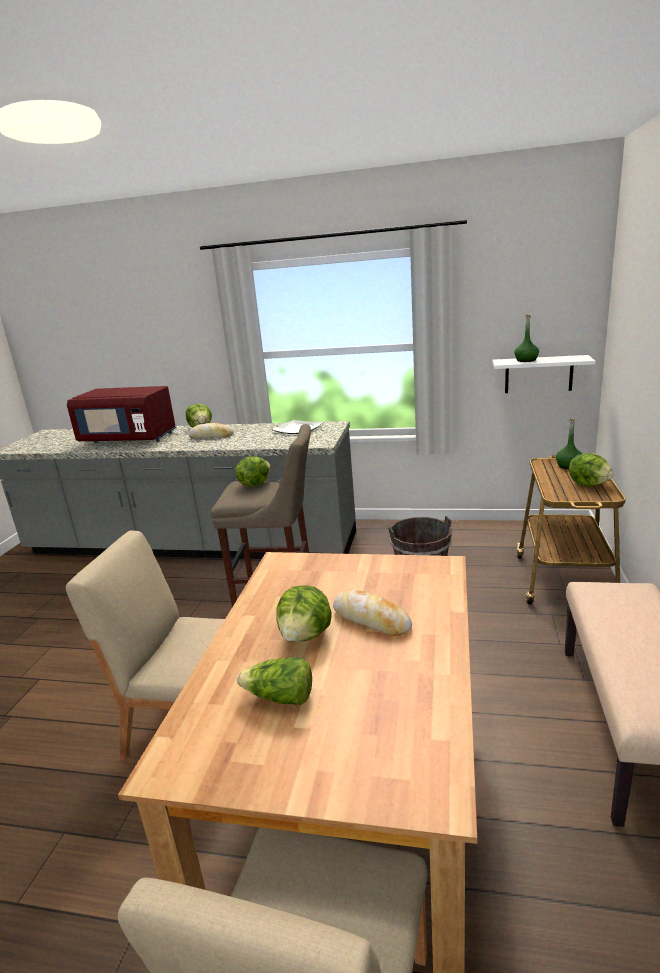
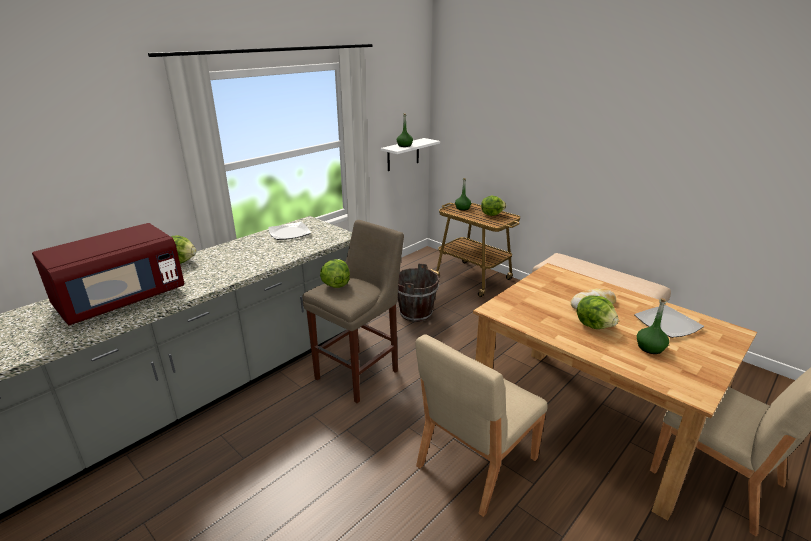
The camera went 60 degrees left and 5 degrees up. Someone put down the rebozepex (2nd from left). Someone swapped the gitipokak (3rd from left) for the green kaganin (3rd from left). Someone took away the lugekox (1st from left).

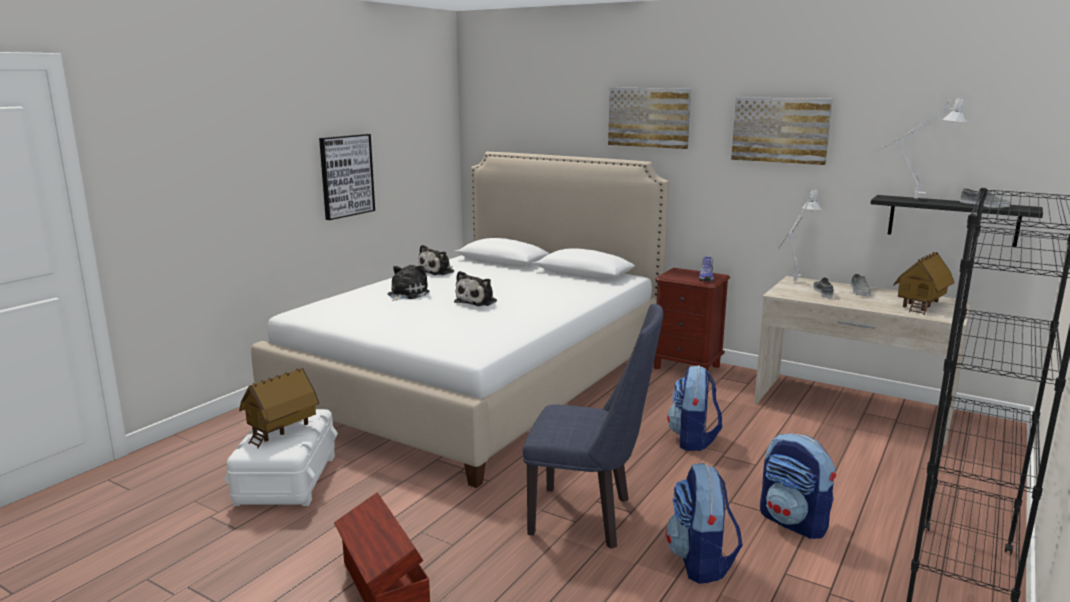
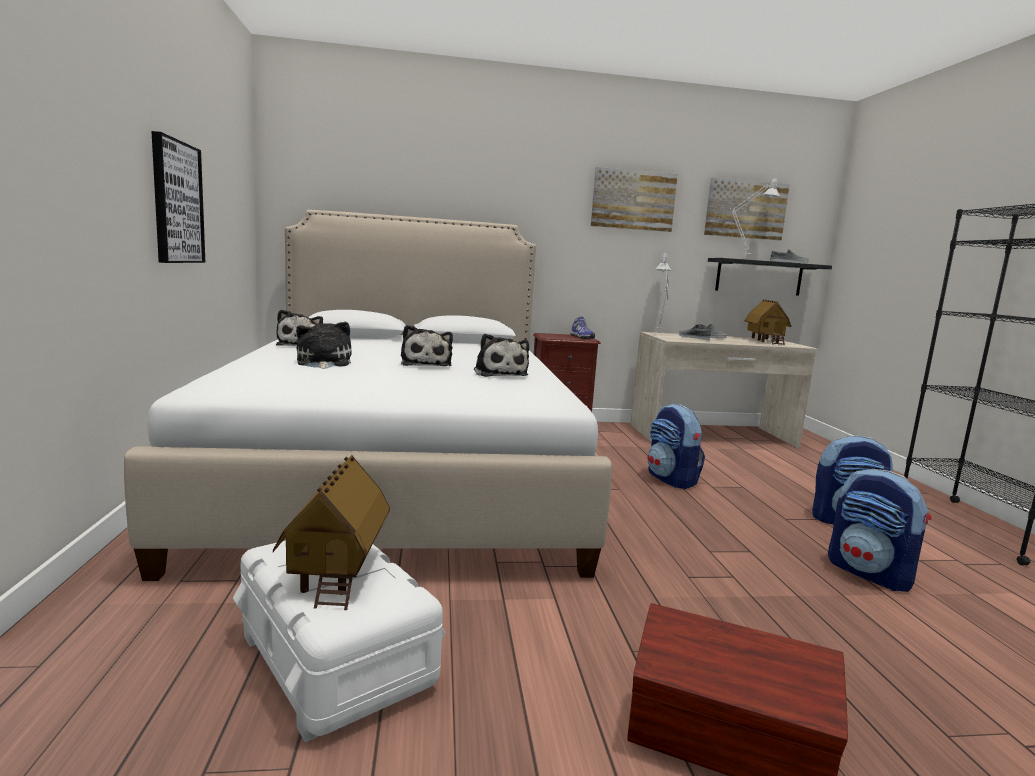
The camera went 40 degrees left and 5 degrees down. Someone put down the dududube (4th from left). Someone carried the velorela (2nd from left in the first image). Someone took away the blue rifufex.

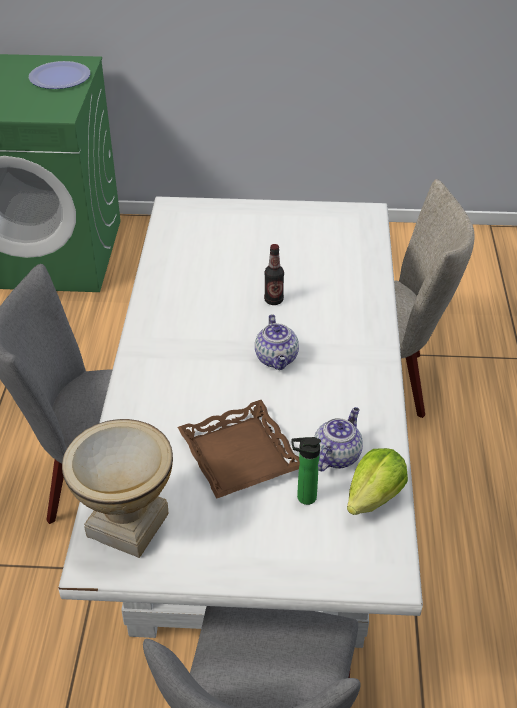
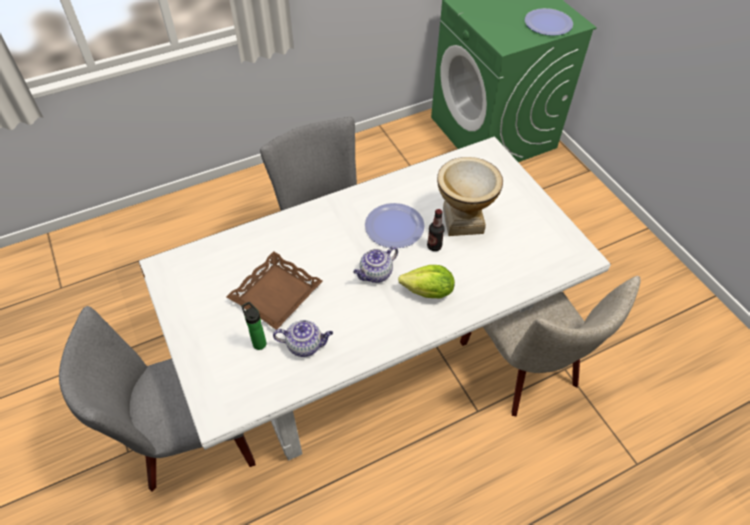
The camera went 60 degrees right and 10 degrees up. Someone put down the rebozepex (1st from left). Someone carried the gitipokak. Someone carried the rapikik.

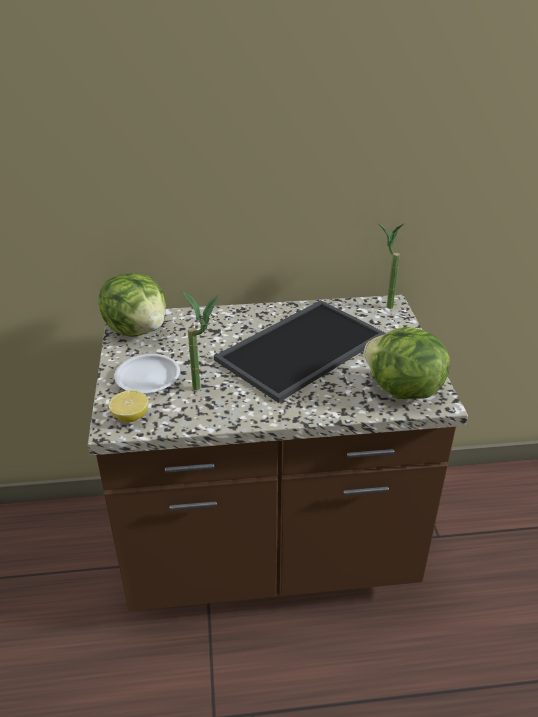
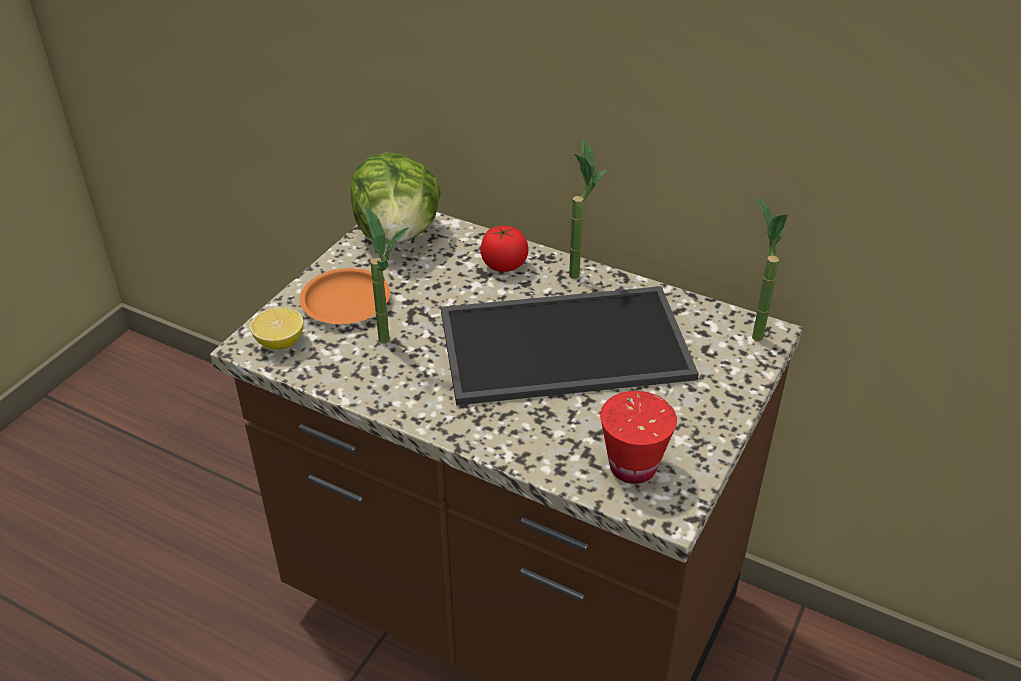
The camera went 35 degrees right and 5 degrees up. Someone repainted the white rebozepex, which became the orange rebozepex. Someone put down the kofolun. Someone put down the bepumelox (2nd from left). Someone swapped the gitipokak (2nd from left) for the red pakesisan.

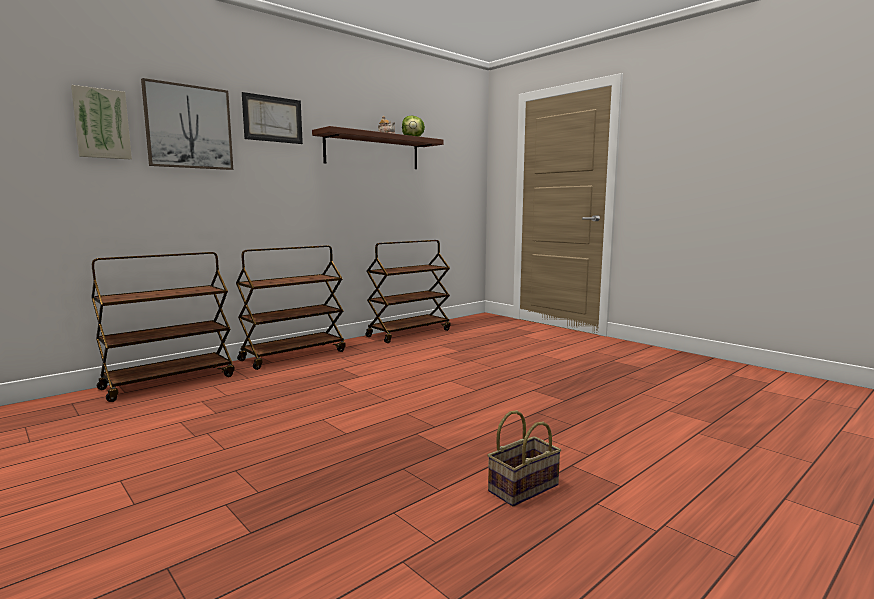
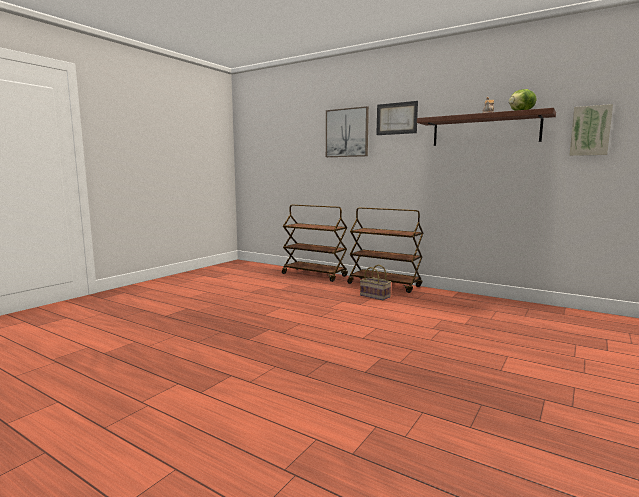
The camera went 75 degrees right and 0 degrees up. Someone carried the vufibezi. Someone carried the velorela (1st from left in the first image). Someone took away the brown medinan (3rd from left).

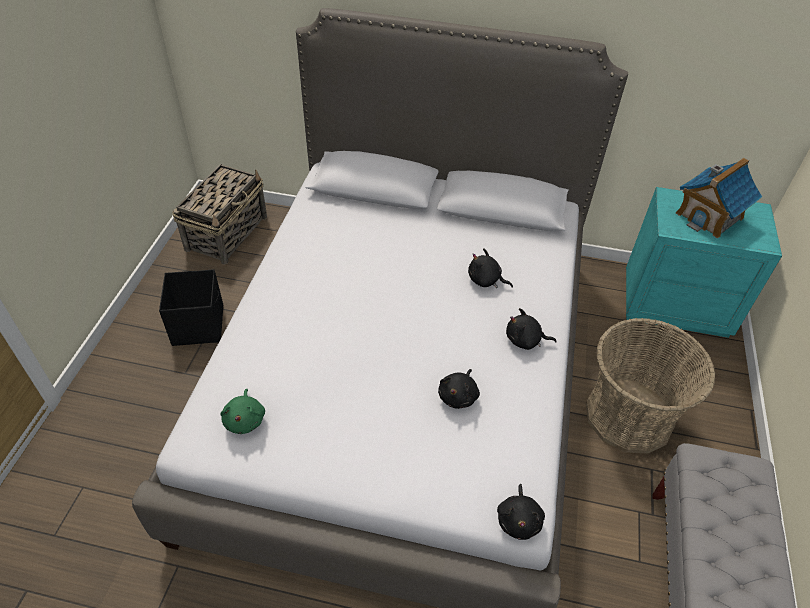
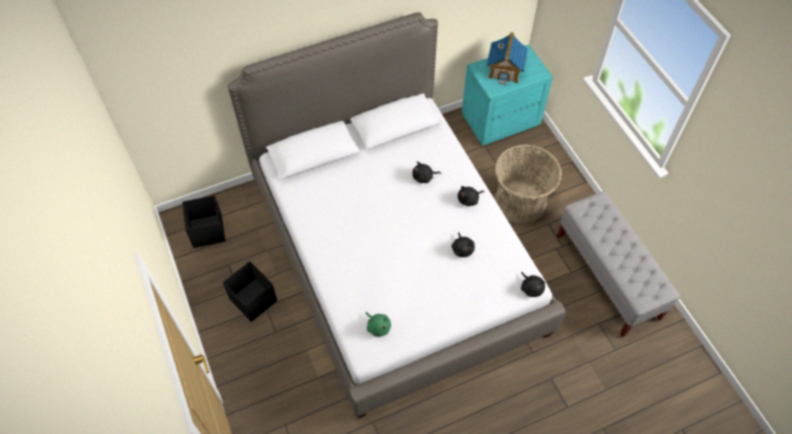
The camera went 35 degrees left and 10 degrees up. Someone swapped the vufibezi (1st from left) for the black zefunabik (1st from left).

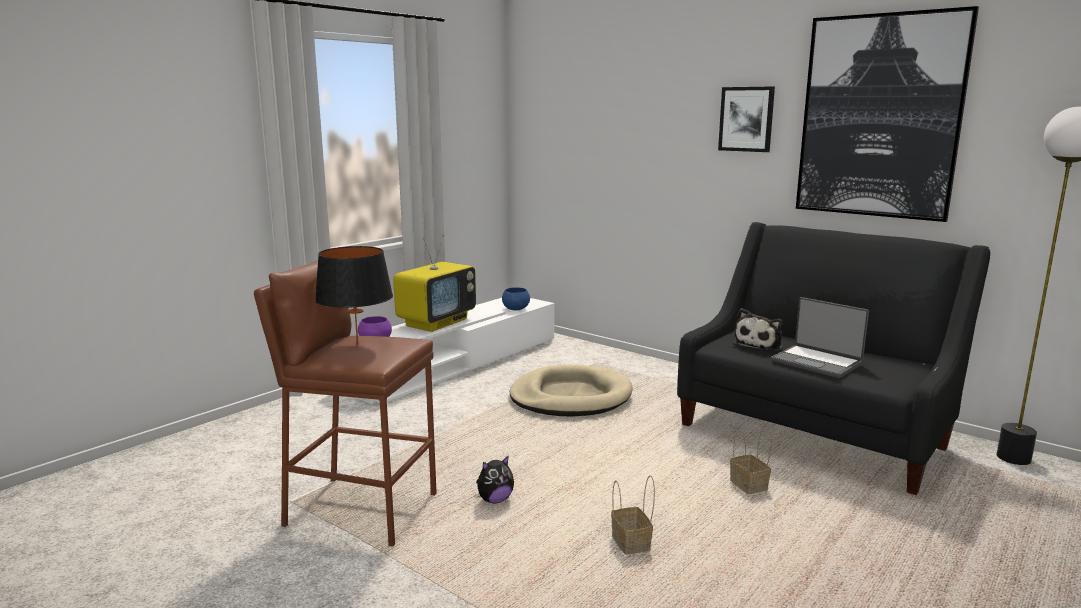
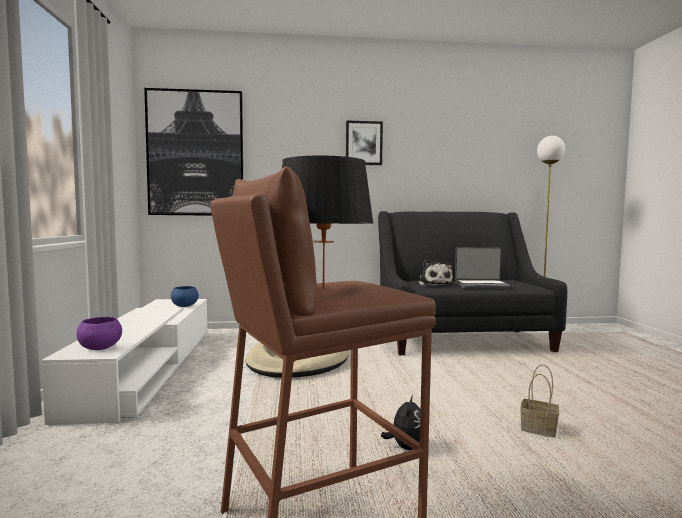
The camera went 45 degrees left and 10 degrees down. Someone carried the velorela (2nd from left in the first image). Someone took away the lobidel. Someone took away the vufibezi (2nd from left).

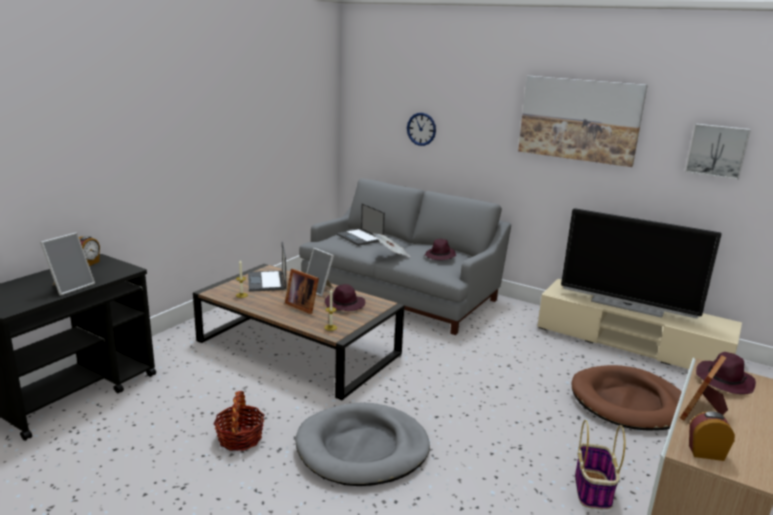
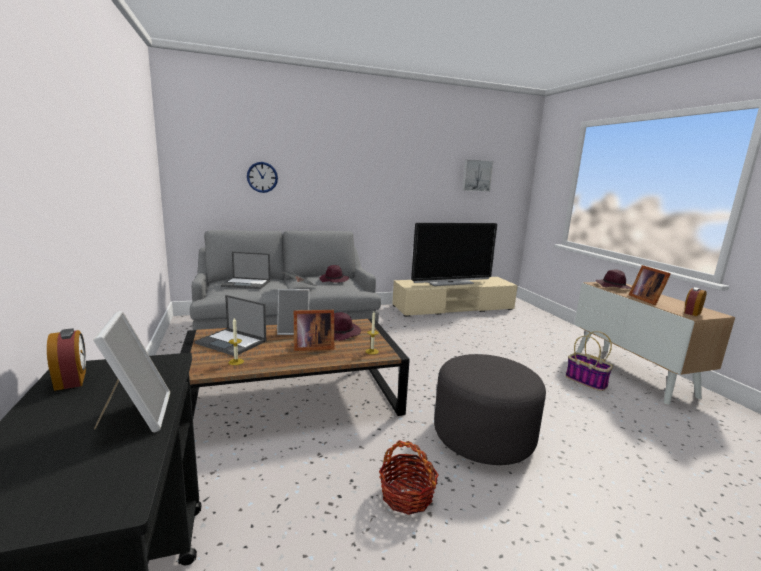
The camera went 50 degrees left and 5 degrees down. Someone swapped the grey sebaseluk for the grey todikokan. Someone took away the velorela (1st from left). Someone took away the brown sebaseluk.

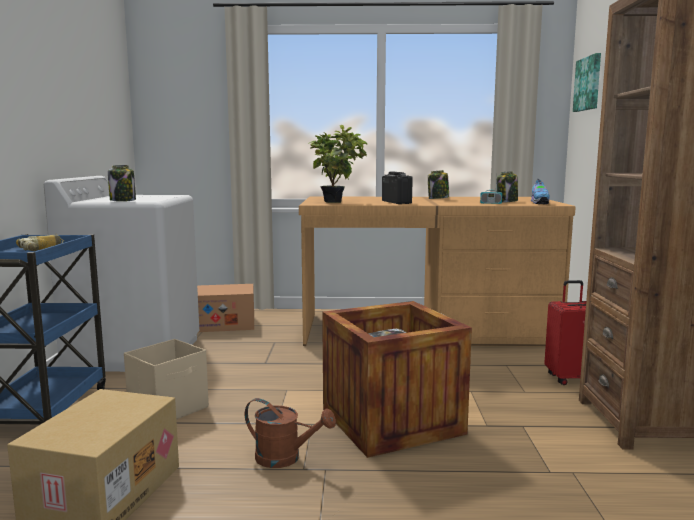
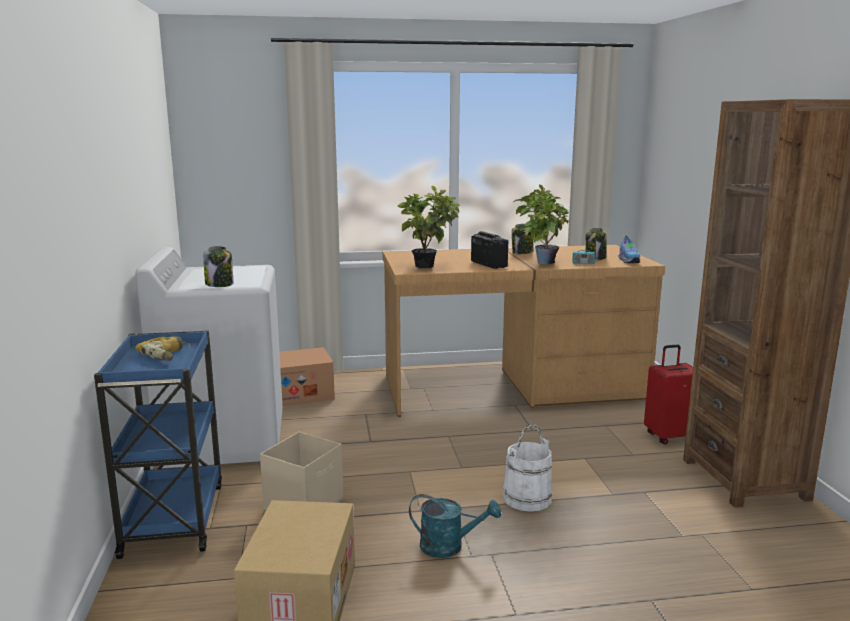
The camera went 10 degrees left and 5 degrees up. Someone repainted the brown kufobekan, which became the turquoise kufobekan. Someone swapped the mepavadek for the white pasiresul. Someone put down the bepumelox (2nd from left). Someone took away the velorela.

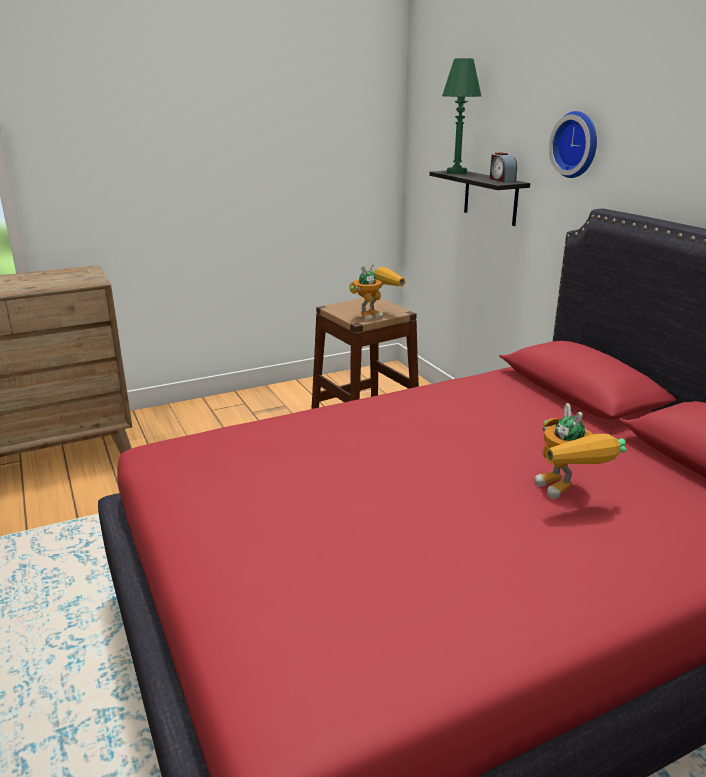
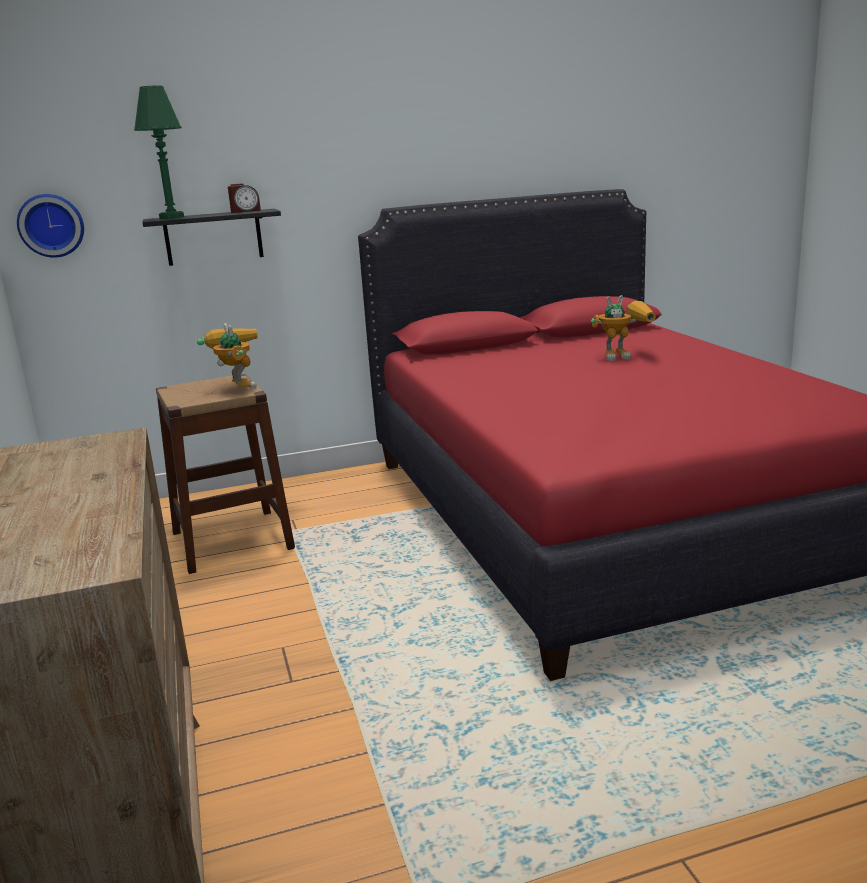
The camera went 80 degrees left and 5 degrees down. Someone carried the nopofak.

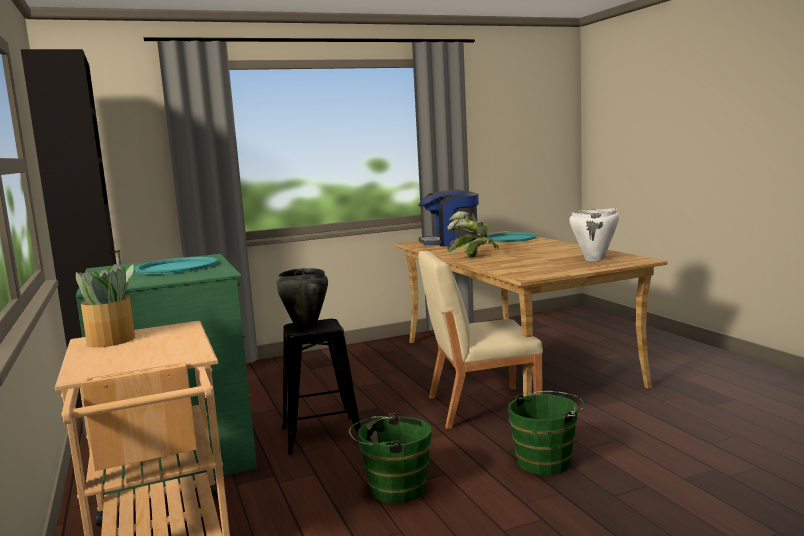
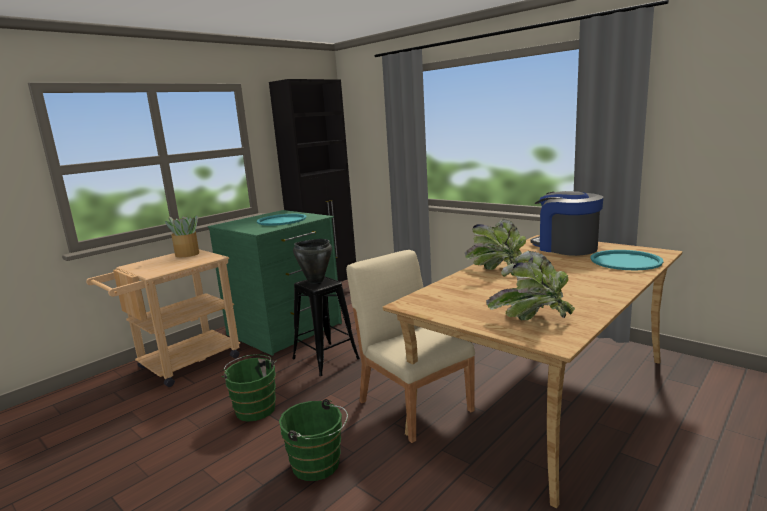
The camera went 65 degrees right and 5 degrees up. Someone swapped the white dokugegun for the bepumelox (3rd from left).

